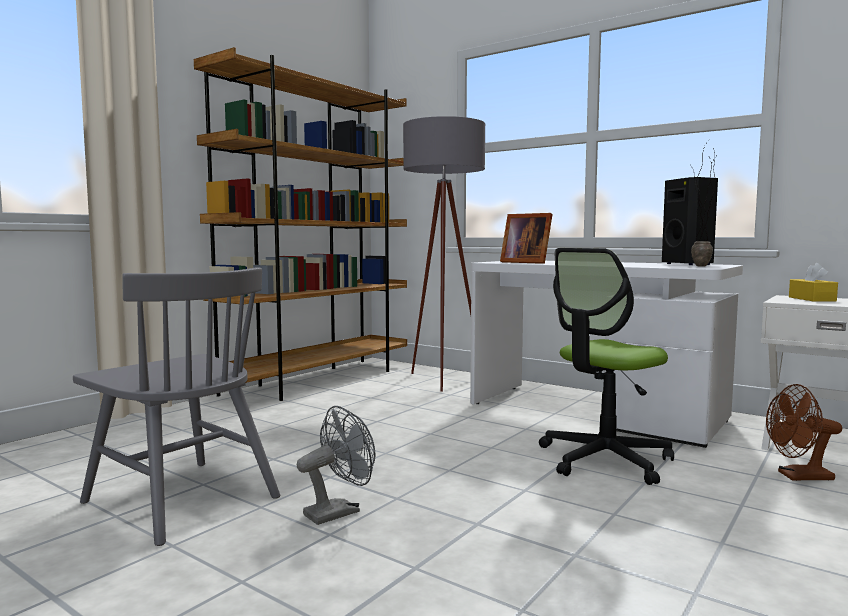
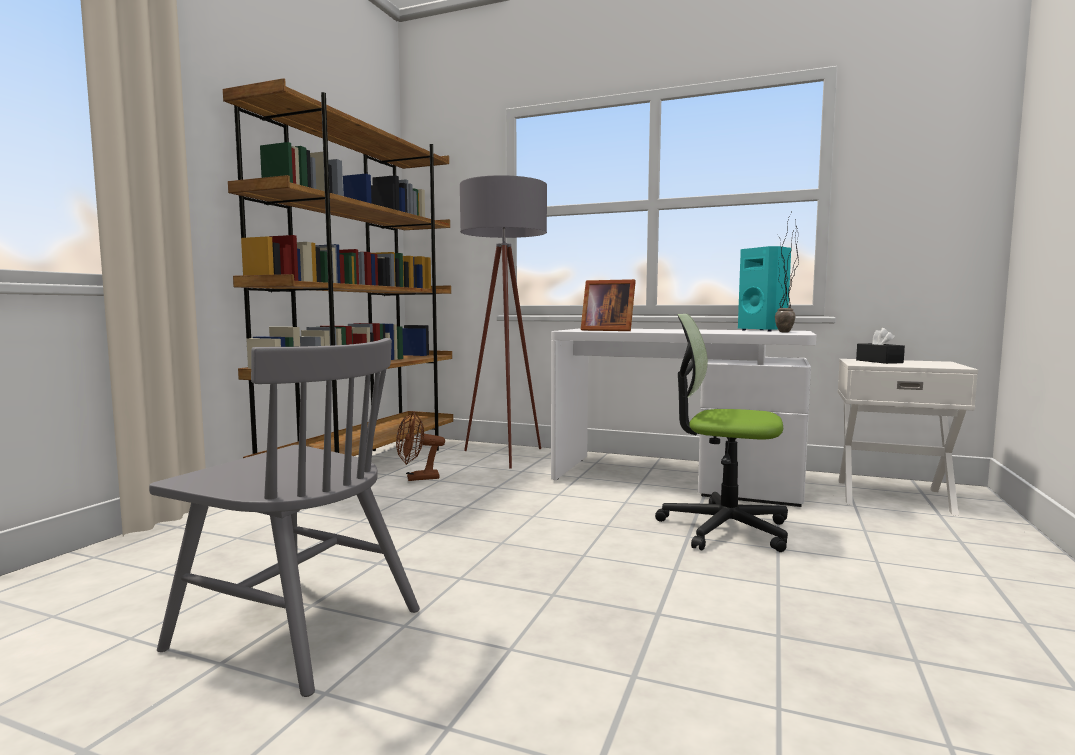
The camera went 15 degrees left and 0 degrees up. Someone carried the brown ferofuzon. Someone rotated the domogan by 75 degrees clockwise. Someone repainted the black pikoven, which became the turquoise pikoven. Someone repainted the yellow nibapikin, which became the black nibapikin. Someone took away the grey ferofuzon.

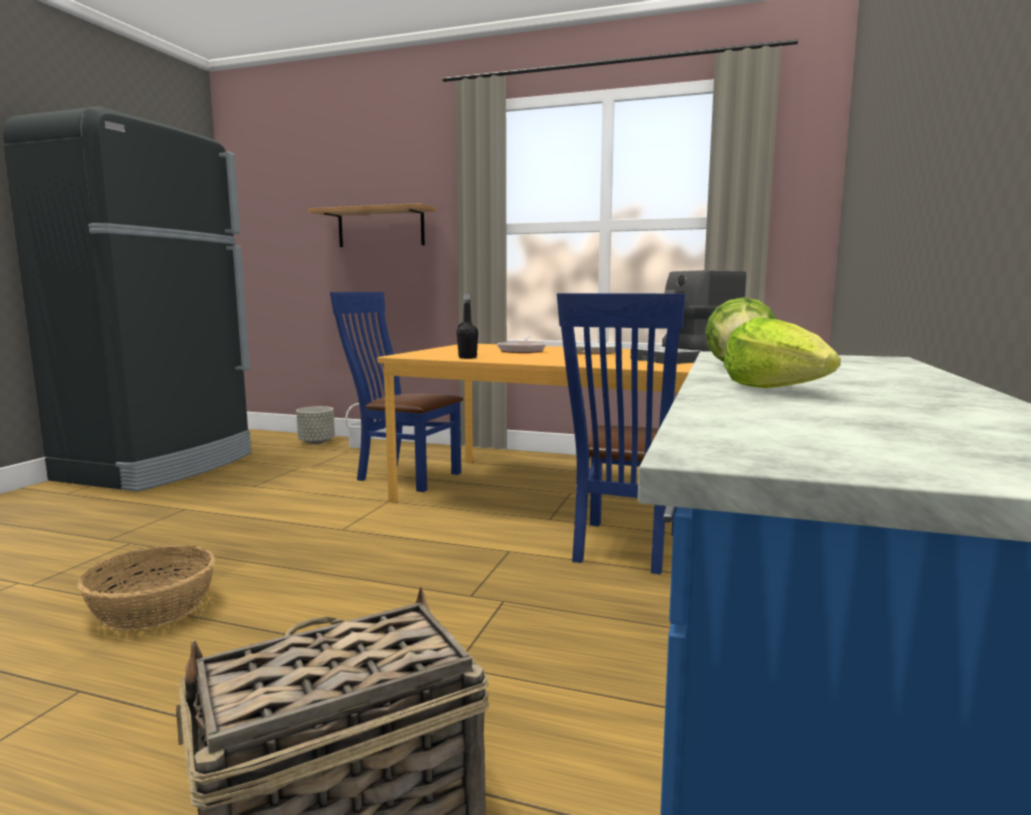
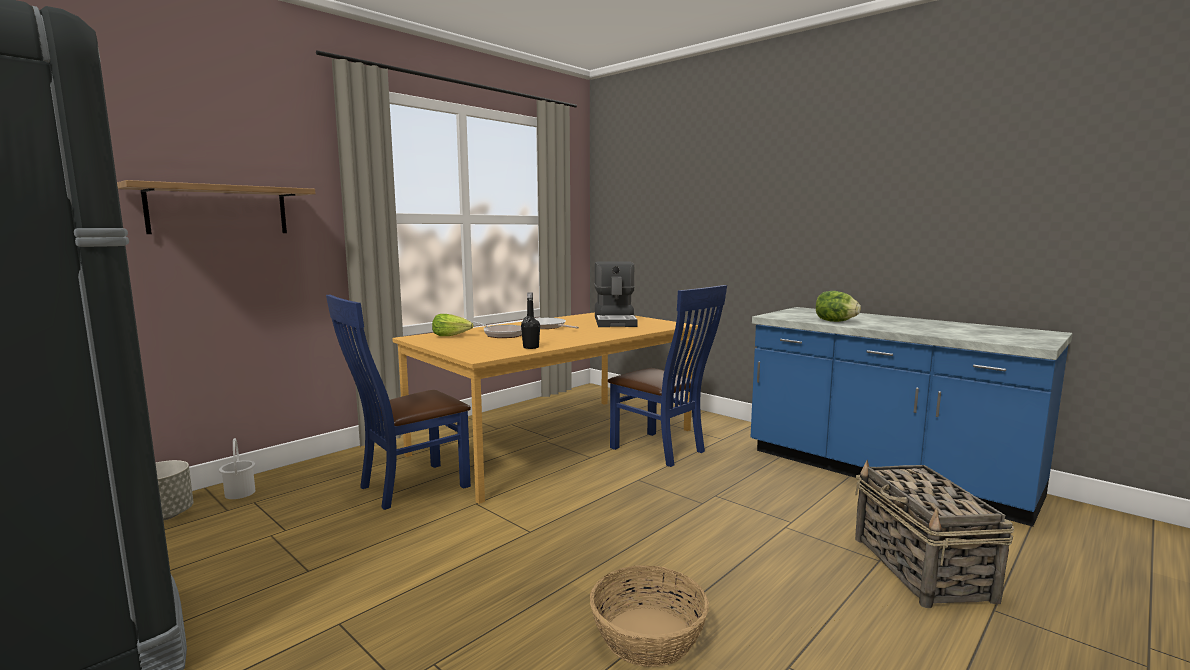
The camera went 65 degrees left and 0 degrees up. Someone carried the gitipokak (2nd from left in the first image).

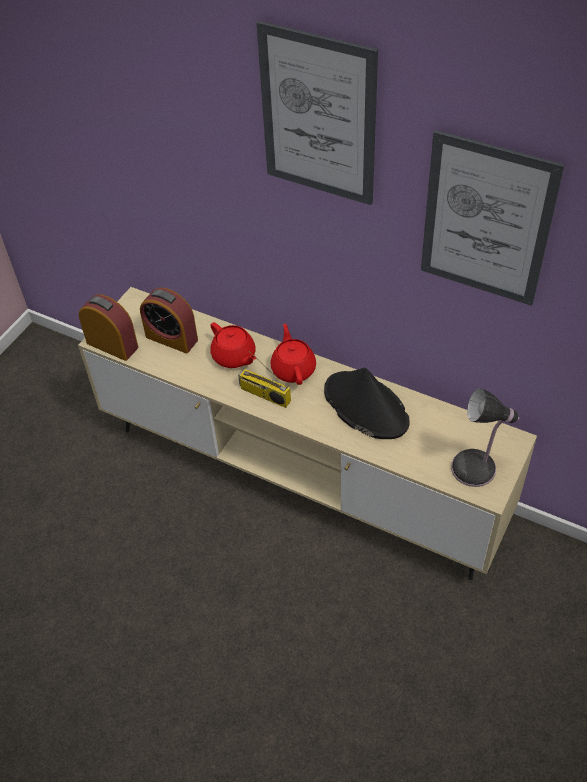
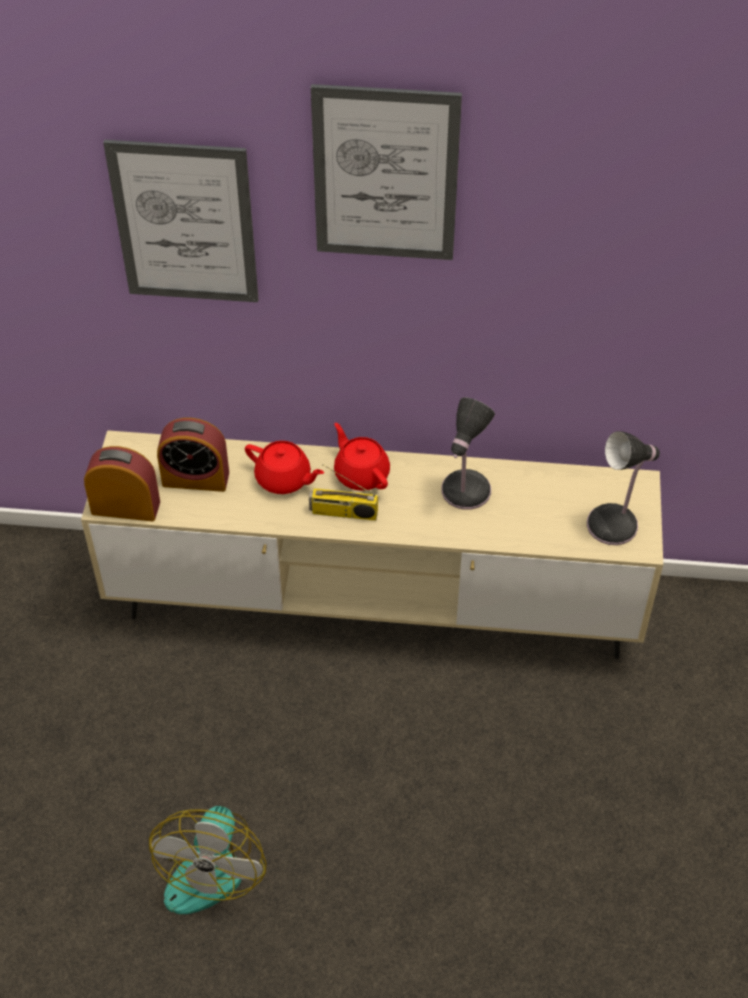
The camera went 25 degrees left and 0 degrees up. Someone carried the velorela (2nd from left in the first image). Someone put down the ferofuzon. Someone swapped the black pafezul for the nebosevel (1st from left).

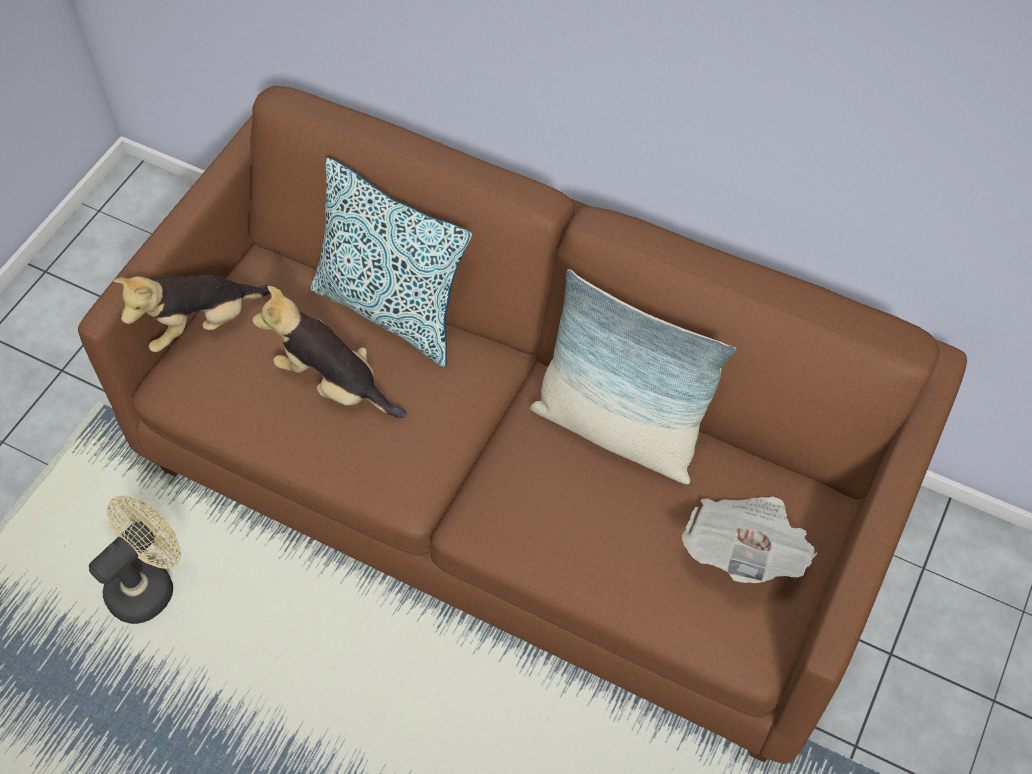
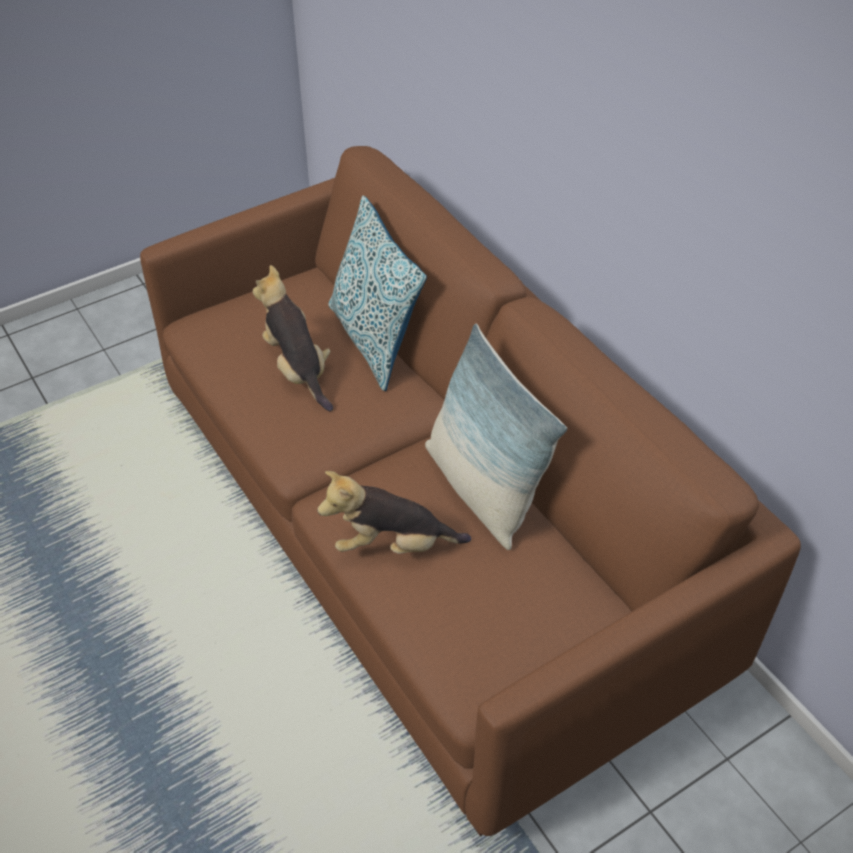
The camera went 30 degrees right and 10 degrees down. Someone carried the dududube (1st from left in the first image). Someone took away the beige ferofuzon. Someone took away the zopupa.

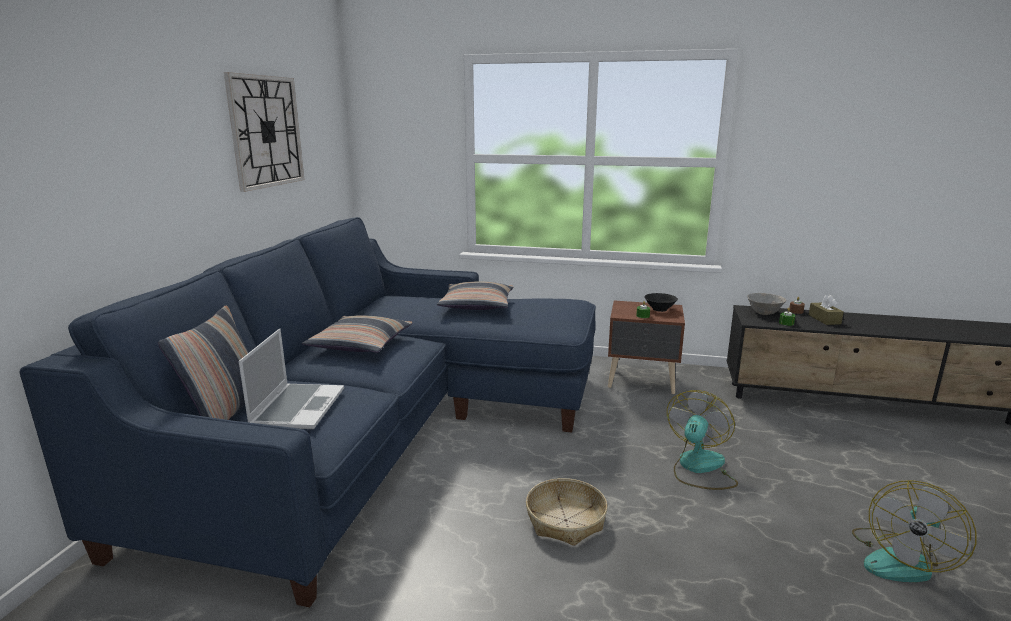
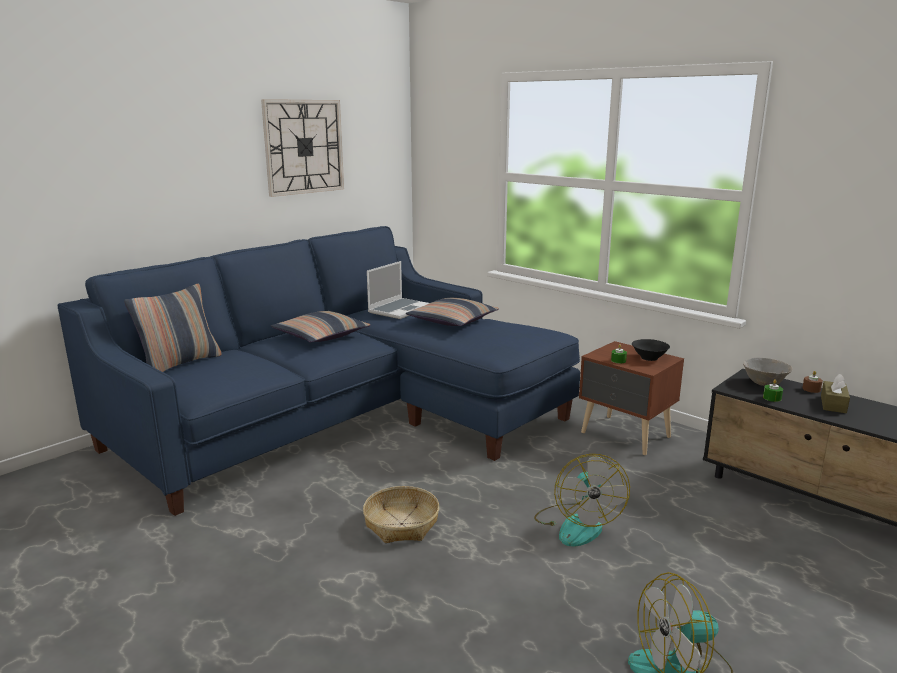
The camera went 30 degrees right and 0 degrees up. Someone carried the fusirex. Someone rotated the ferofuzon (1st from left) by 120 degrees clockwise.

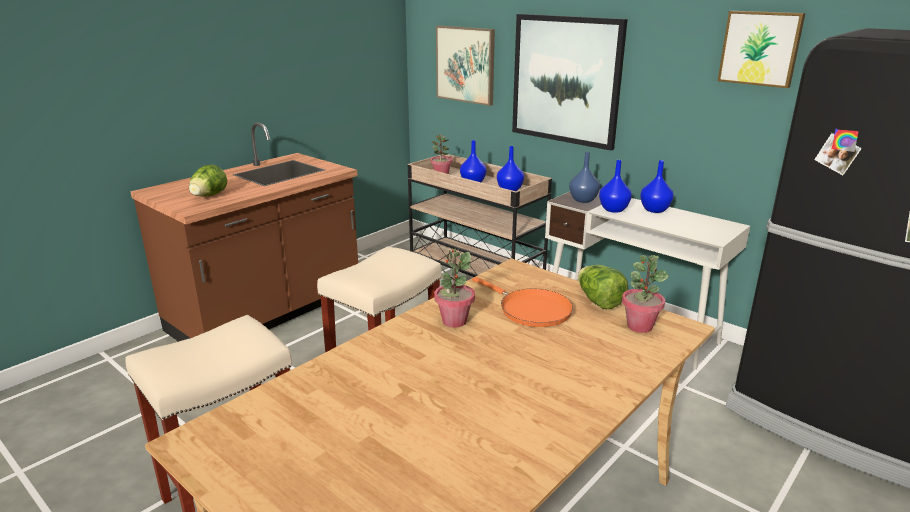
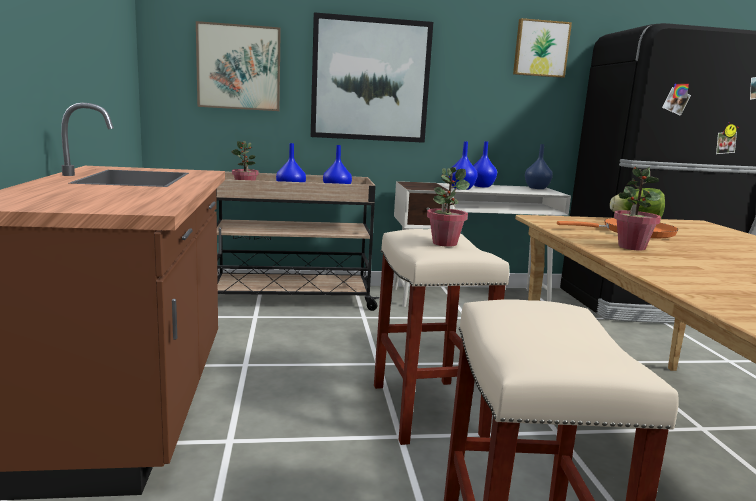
The camera went 50 degrees left and 10 degrees down. Someone carried the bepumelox (3rd from left in the first image). Someone carried the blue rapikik (3rd from left in the first image). Someone took away the gitipokak (1st from left).

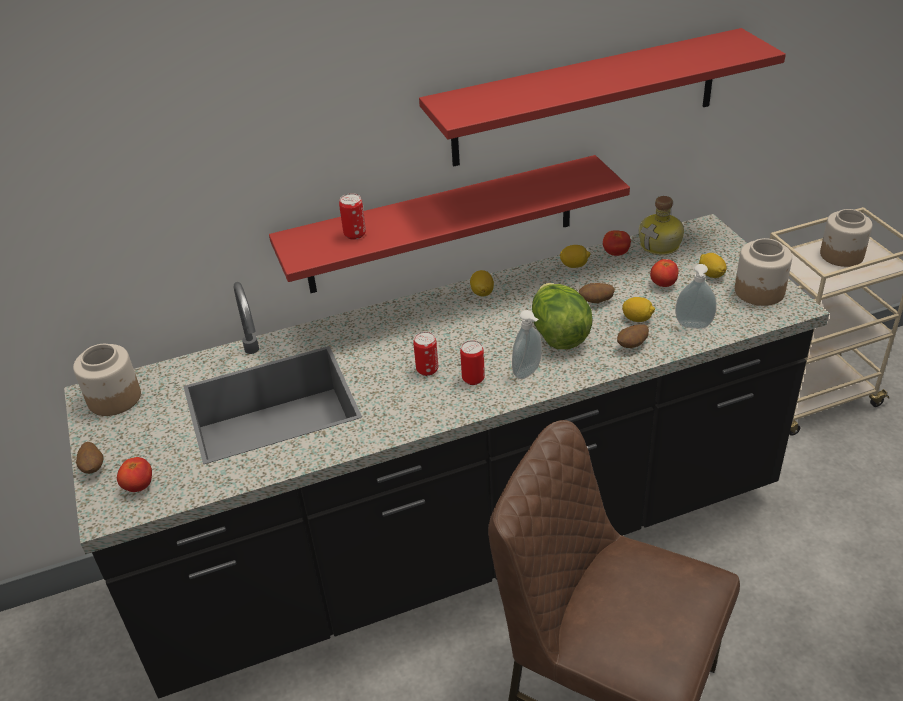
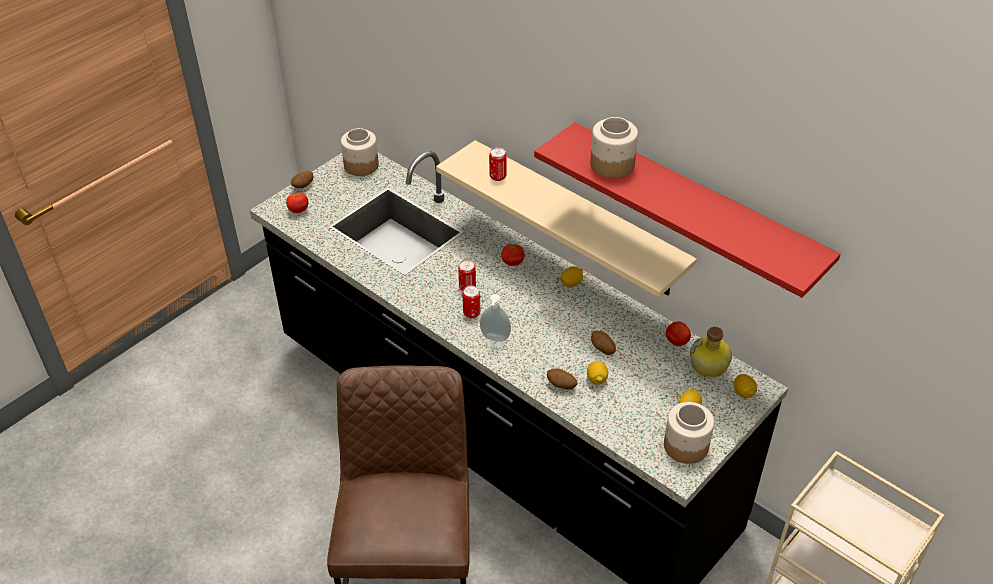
The camera went 60 degrees right and 5 degrees up. Someone repainted the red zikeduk (1st from left), which became the beige zikeduk. Someone carried the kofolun (3rd from left in the first image). Someone carried the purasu (3rd from left in the first image). Someone carried the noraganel (2nd from left in the first image). Someone took away the gitipokak. Someone took away the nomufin (2nd from left).

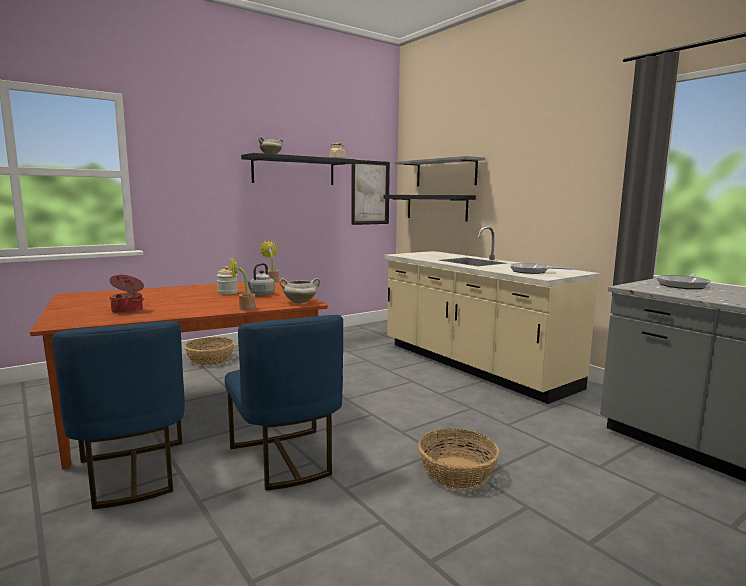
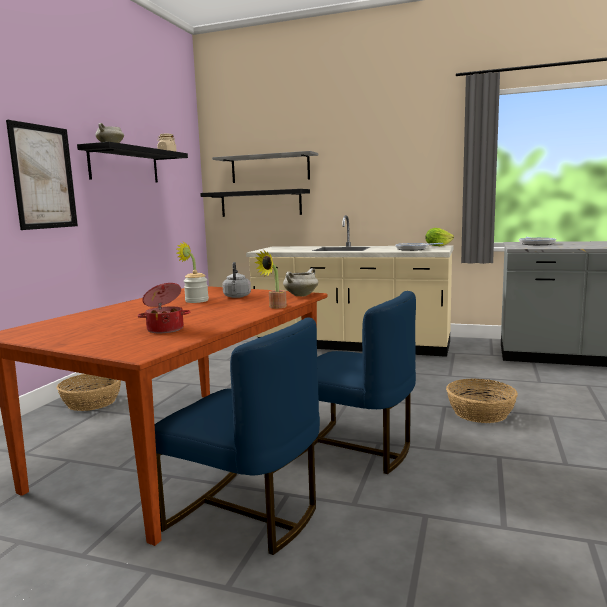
The camera went 35 degrees left and 0 degrees up. Someone carried the velorela. Someone put down the gitipokak.

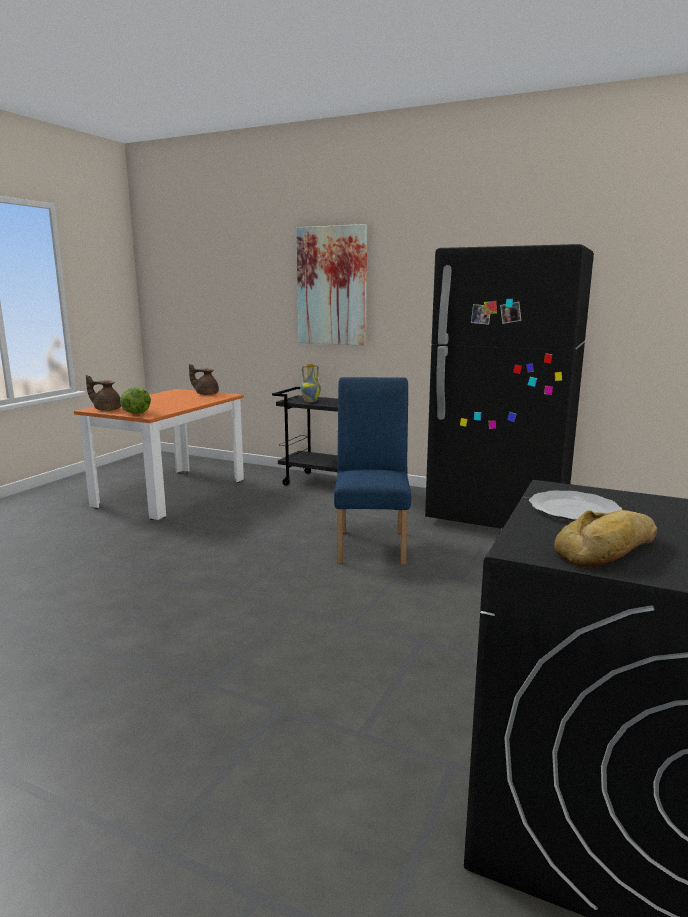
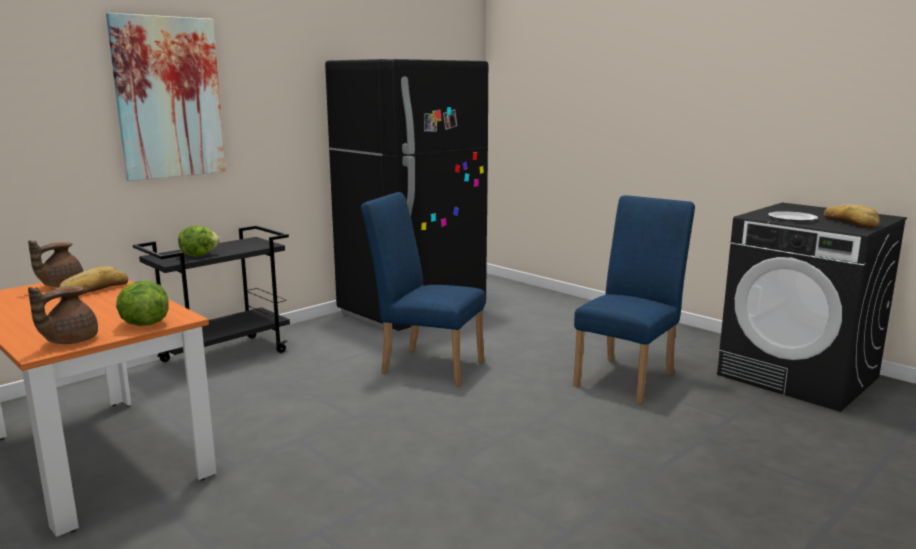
The camera went 70 degrees left and 0 degrees up. Someone put down the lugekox (1st from left). Someone swapped the rapikik for the gitipokak (2nd from left). Someone put down the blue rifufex (2nd from left).

